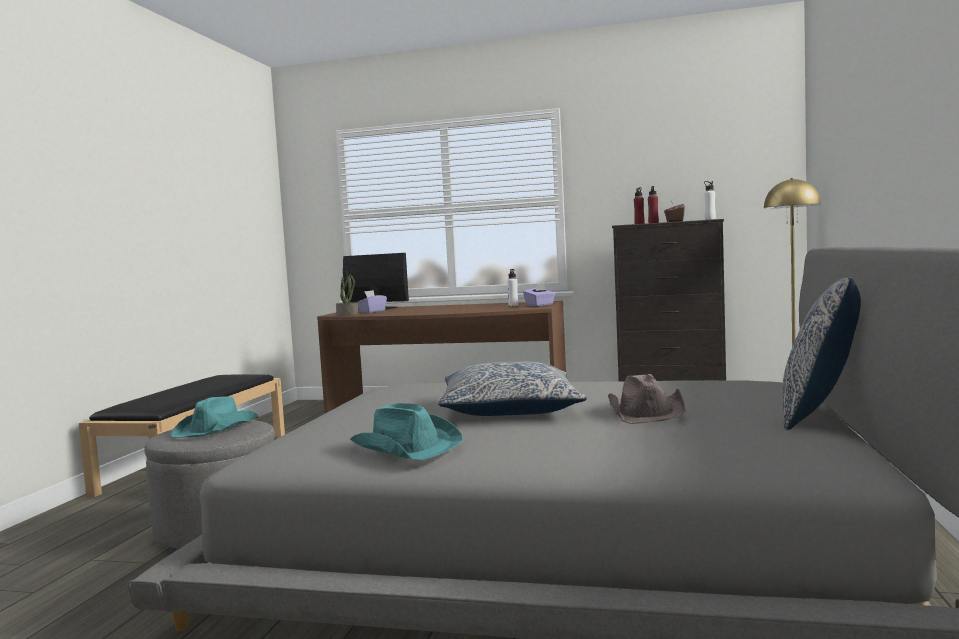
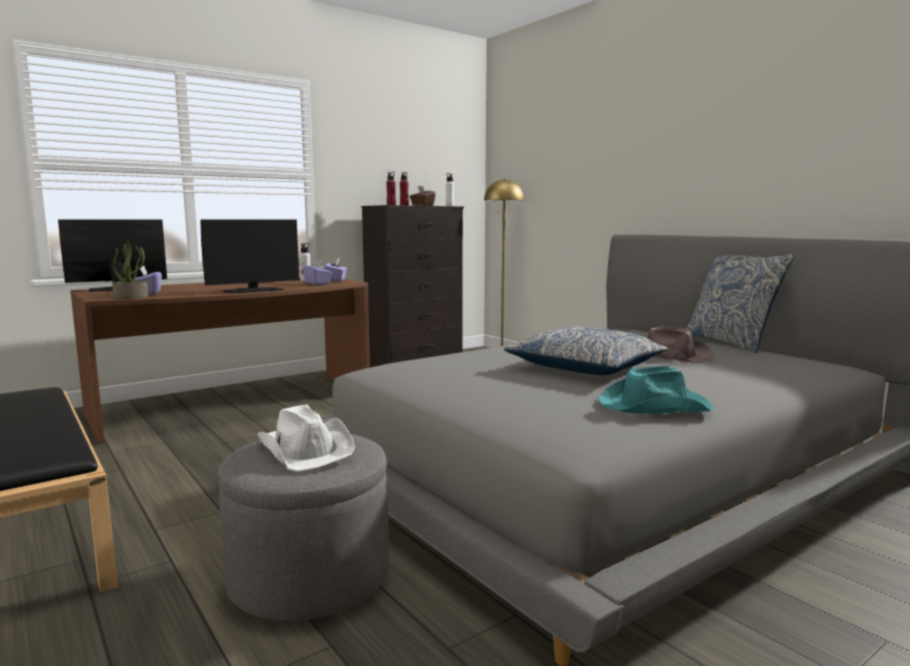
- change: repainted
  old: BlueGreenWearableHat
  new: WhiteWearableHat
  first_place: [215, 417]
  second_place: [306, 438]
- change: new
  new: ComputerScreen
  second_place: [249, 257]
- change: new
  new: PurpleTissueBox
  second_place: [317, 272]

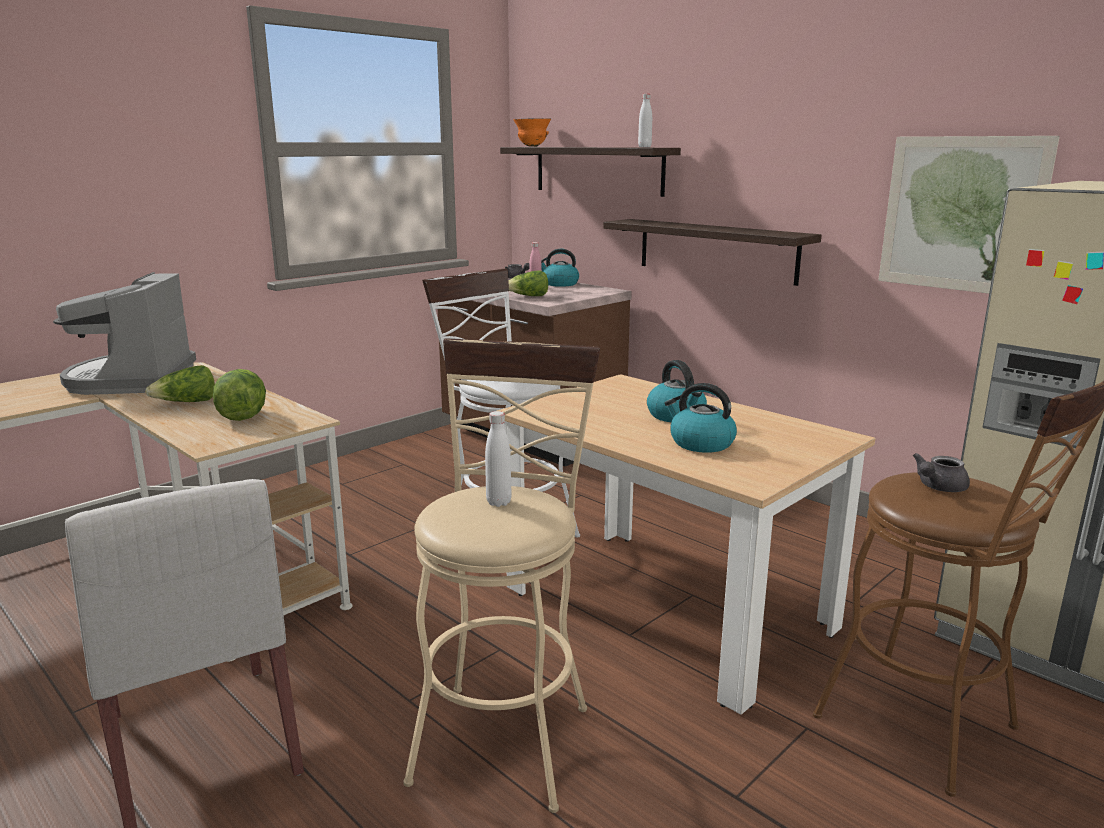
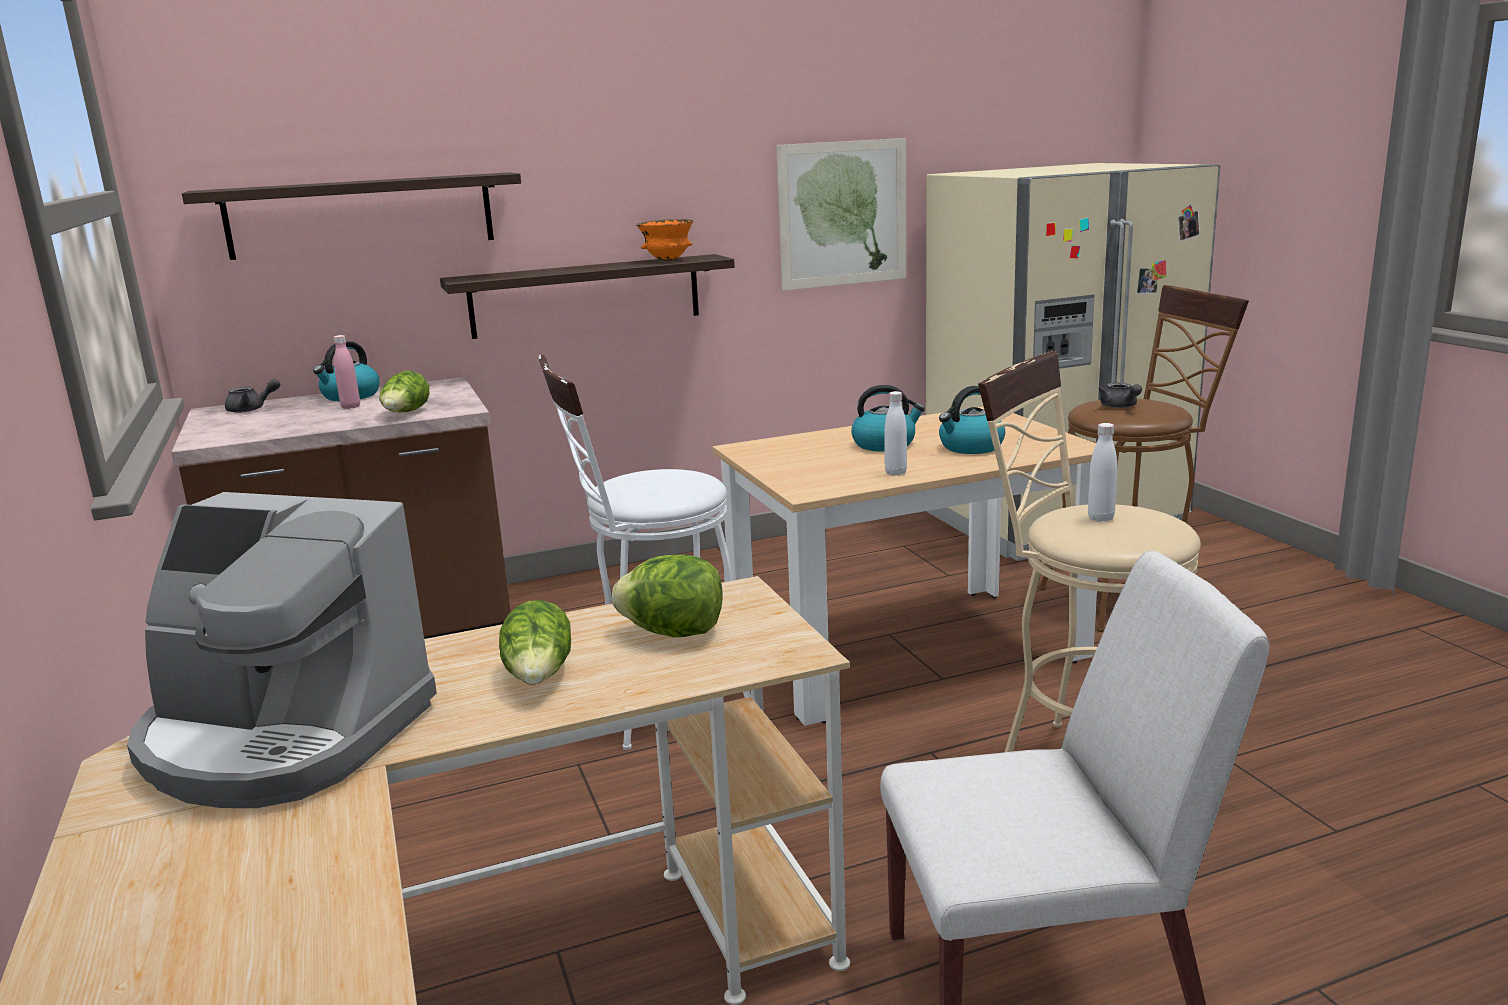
- change: shifted
  old: WhiteBottle
  first_place: [645, 120]
  second_place: [896, 433]
- change: shifted
  old: OrangeColouredBowl
  first_place: [532, 132]
  second_place: [664, 240]

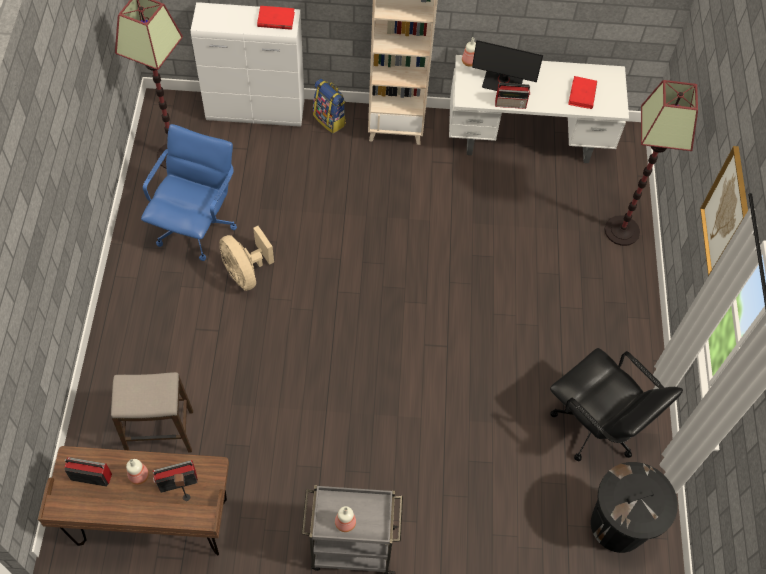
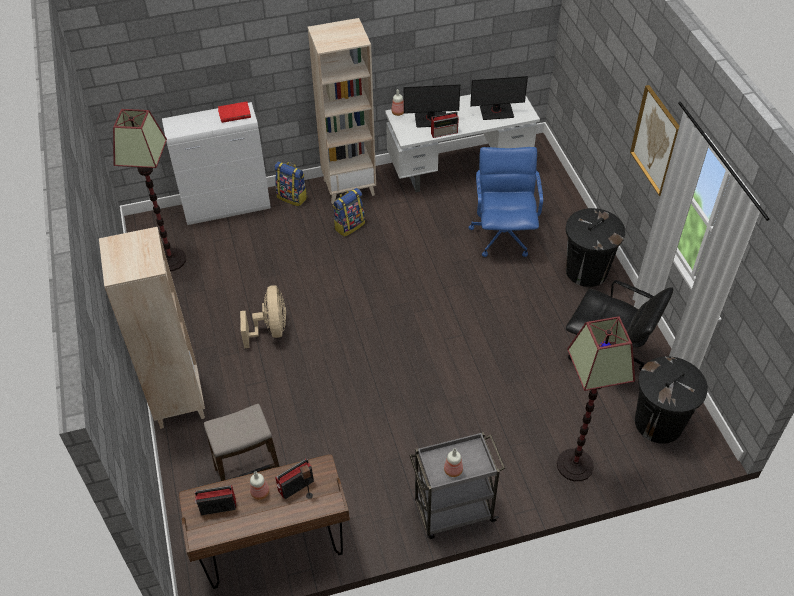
- change: swapped
  old: ReddishBoundBook
  new: ComputerScreen
  first_place: [582, 92]
  second_place: [499, 98]
- change: shifted
  old: FloorLamp
  first_place: [651, 163]
  second_place: [596, 398]
- change: shifted
  old: BlueComputerChair
  first_place: [189, 192]
  second_place: [505, 202]
- change: rotated
  old: BeigeColouredCoolingFan
  first_place: [246, 258]
  second_place: [263, 316]
  degrees: -135
- change: new
  new: Knapsack
  second_place: [349, 212]
- change: new
  new: BlackishWasteBin
  second_place: [595, 247]
- change: new
  new: BeigeColouredBookcase
  second_place: [152, 328]

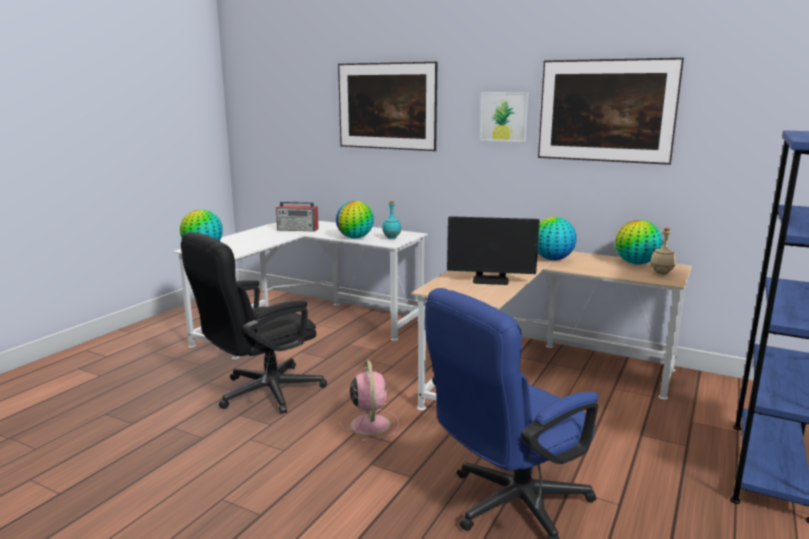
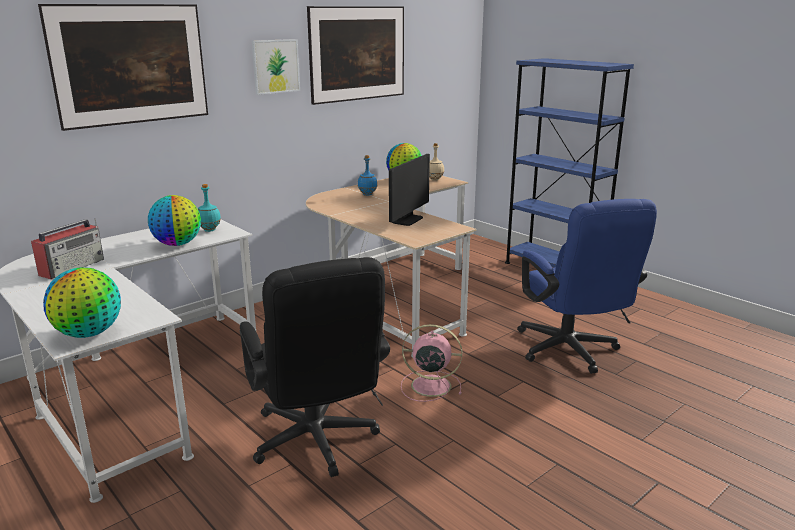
- change: swapped
  old: DeskGlobe
  new: BlueBottle
  first_place: [557, 238]
  second_place: [367, 175]

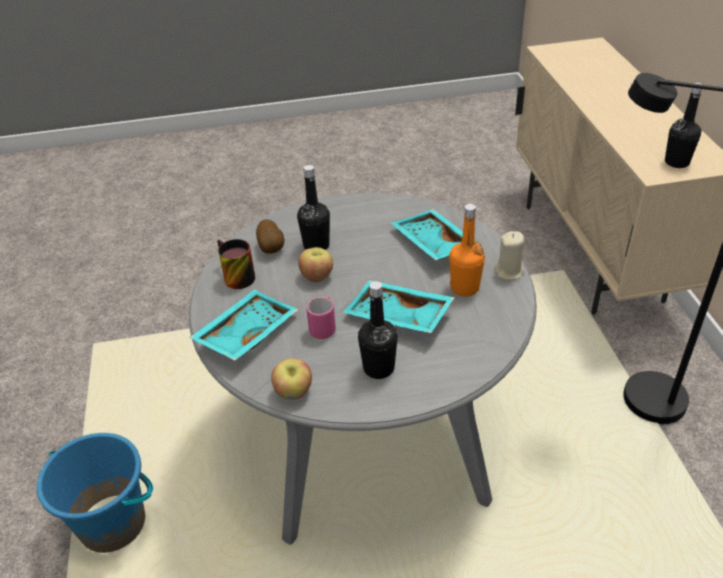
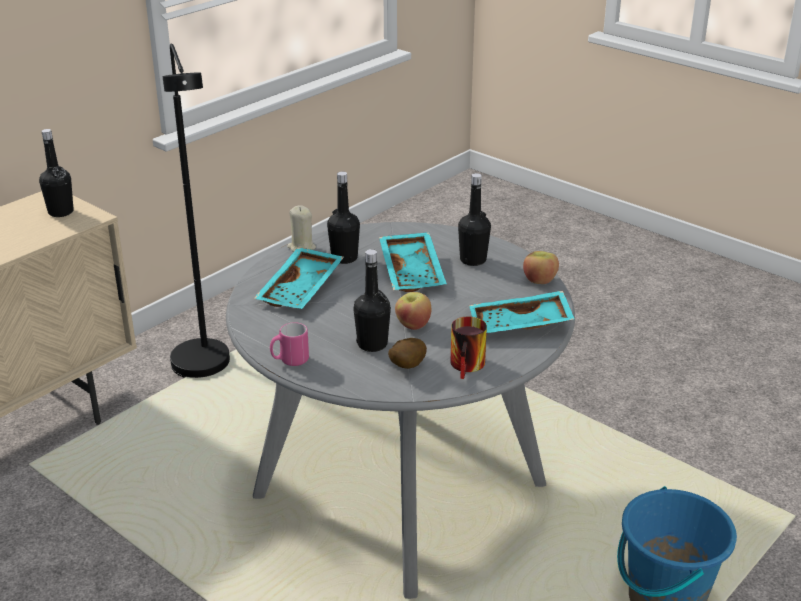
- change: repainted
  old: OrangeColouredBottle
  new: BlackishBottle
  first_place: [467, 250]
  second_place: [343, 217]
- change: shifted
  old: PinkColouredCoffeeMug
  first_place: [321, 317]
  second_place: [289, 344]

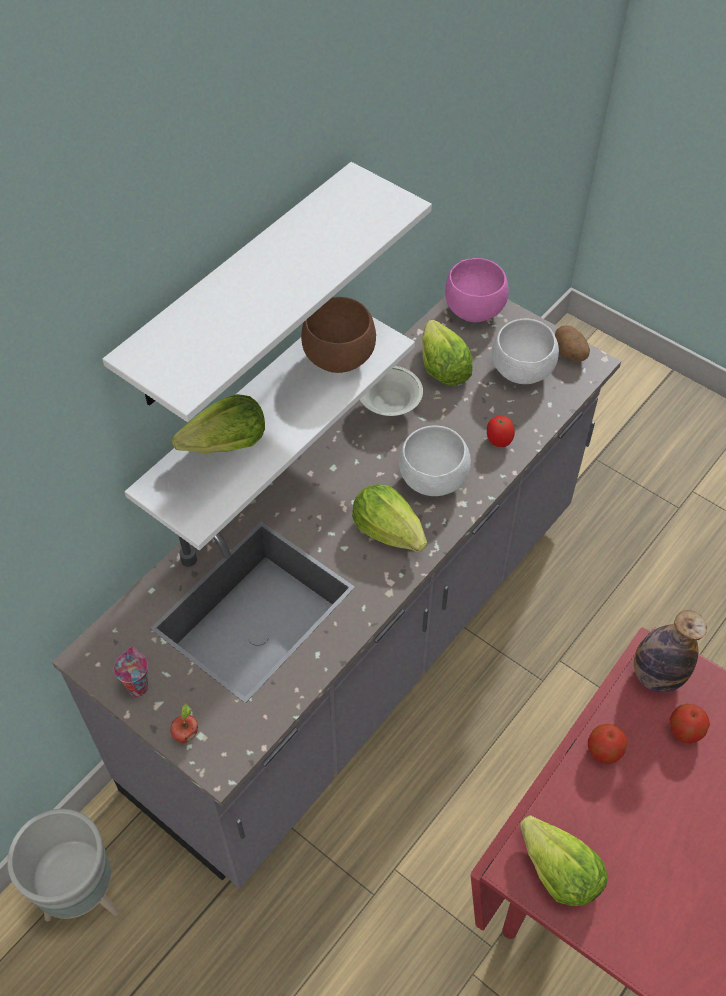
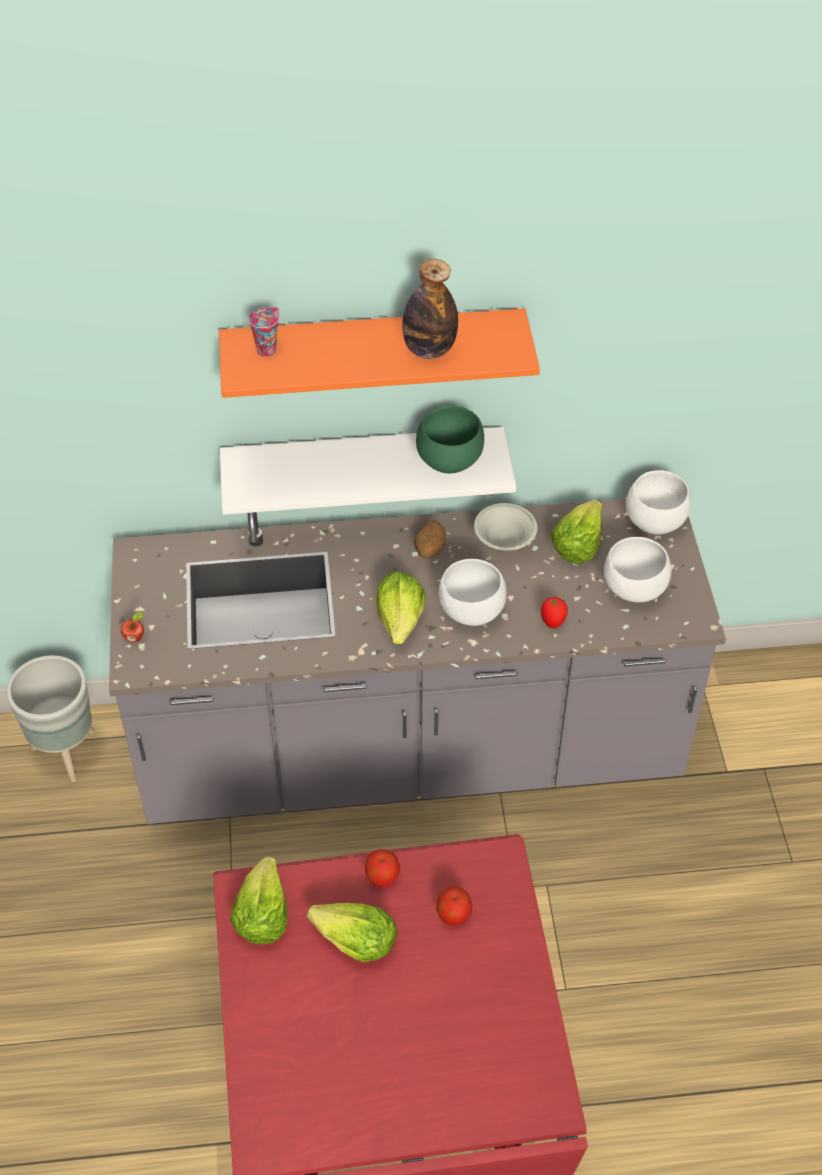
- change: repainted
  old: WhiteShelf
  new: OrangeColouredShelf
  first_place: [267, 292]
  second_place: [379, 353]
- change: repainted
  old: PinkColouredBowl
  new: WhiteBowl
  first_place: [477, 290]
  second_place: [658, 502]
- change: repainted
  old: BrownColouredBowl
  new: GreenishBowl
  first_place: [338, 335]
  second_place: [450, 439]
- change: shifted
  old: Spud
  first_place: [572, 343]
  second_place: [430, 539]
- change: shifted
  old: Lettuce
  first_place: [218, 423]
  second_place: [352, 932]
- change: shifted
  old: Bottle
  first_place: [670, 651]
  second_place: [430, 309]
- change: shifted
  old: DrinkingCup
  first_place: [131, 672]
  second_place: [263, 332]

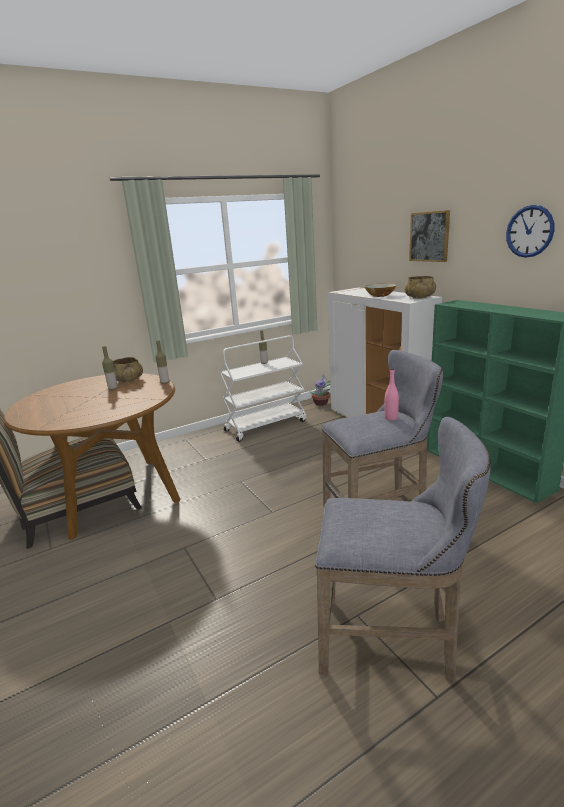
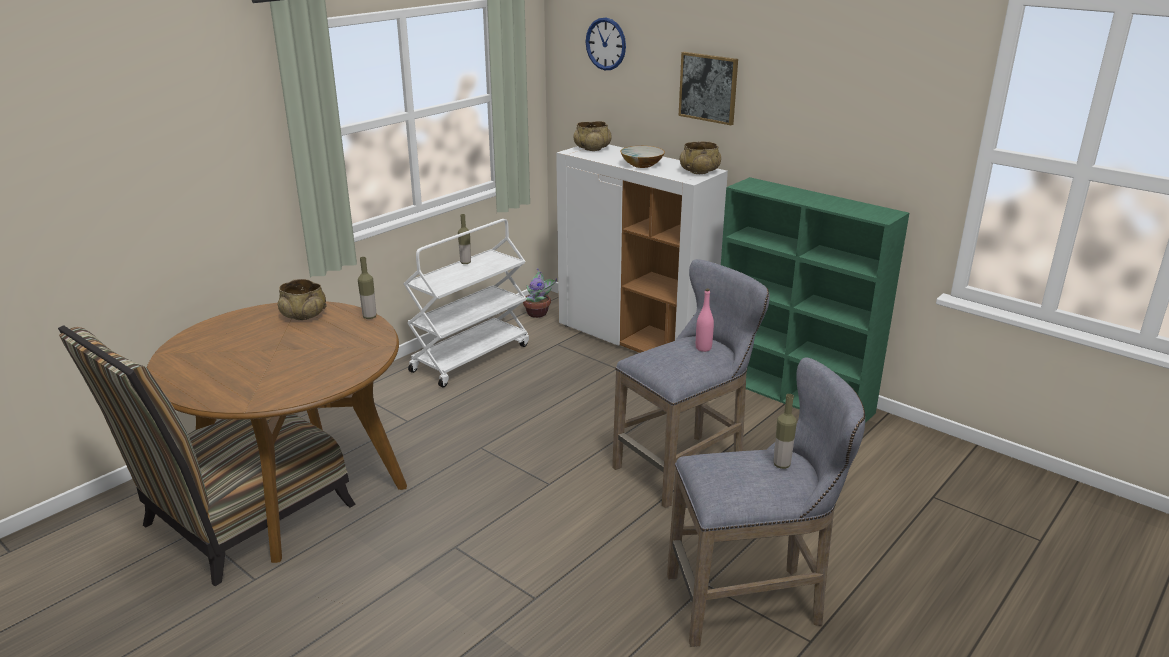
- change: shifted
  old: HangingClock
  first_place: [530, 231]
  second_place: [606, 44]
- change: shifted
  old: Bottle
  first_place: [110, 368]
  second_place: [785, 431]
- change: new
  new: BeigeColouredBowl
  second_place: [592, 136]

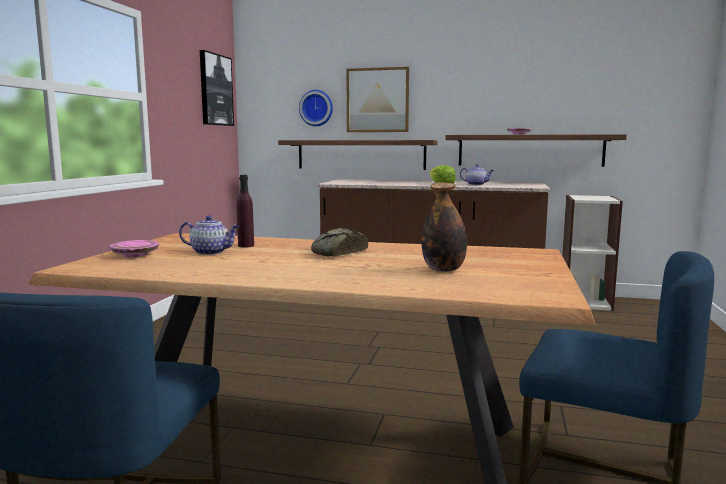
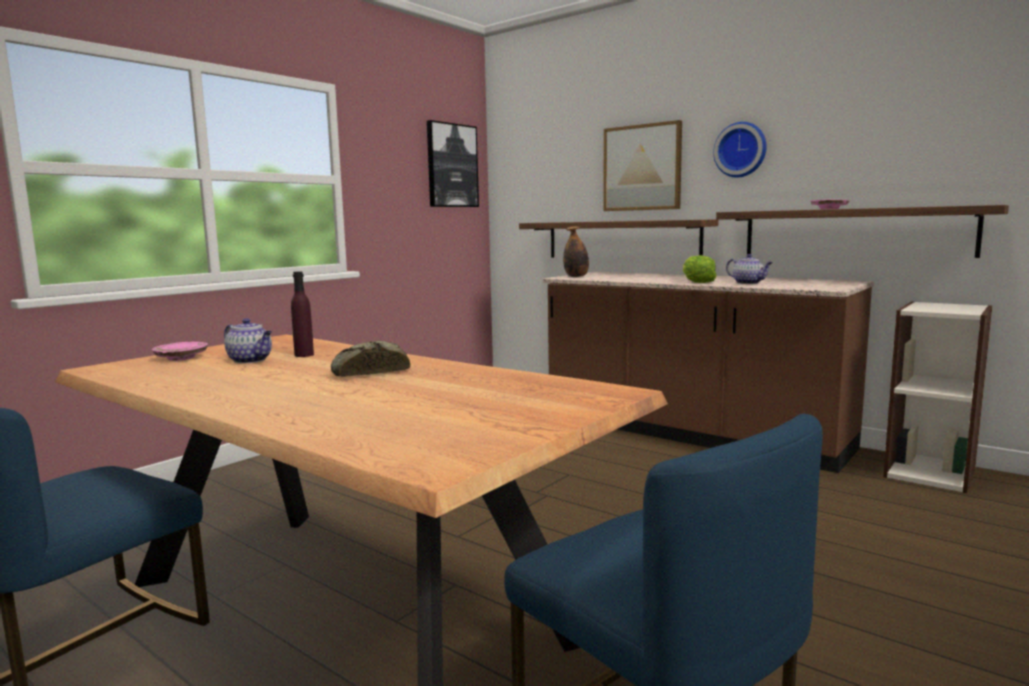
- change: shifted
  old: HangingClock
  first_place: [316, 108]
  second_place: [740, 150]
- change: shifted
  old: Bottle
  first_place: [444, 227]
  second_place: [576, 251]

